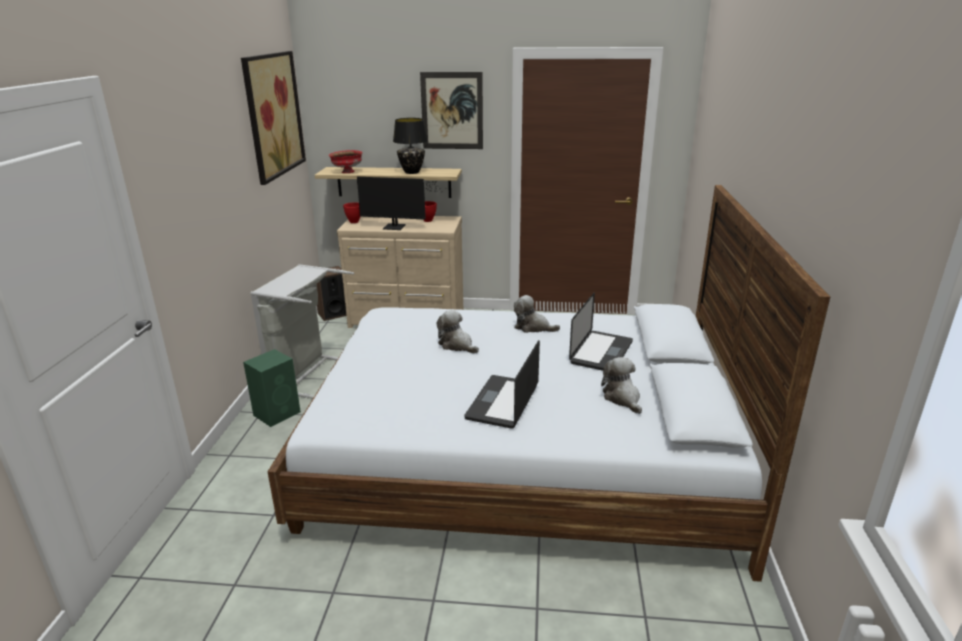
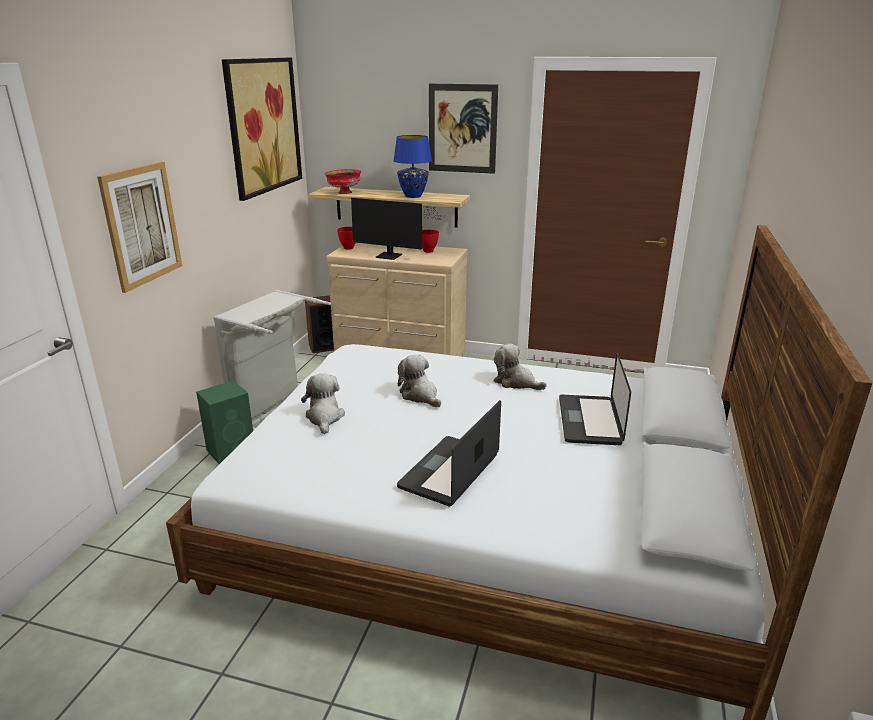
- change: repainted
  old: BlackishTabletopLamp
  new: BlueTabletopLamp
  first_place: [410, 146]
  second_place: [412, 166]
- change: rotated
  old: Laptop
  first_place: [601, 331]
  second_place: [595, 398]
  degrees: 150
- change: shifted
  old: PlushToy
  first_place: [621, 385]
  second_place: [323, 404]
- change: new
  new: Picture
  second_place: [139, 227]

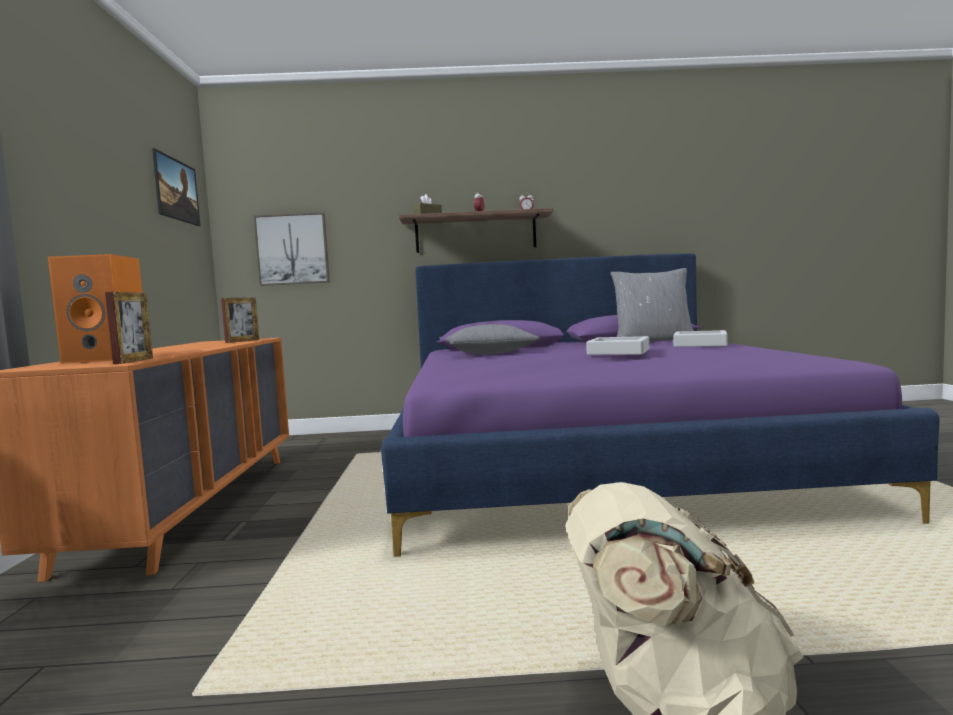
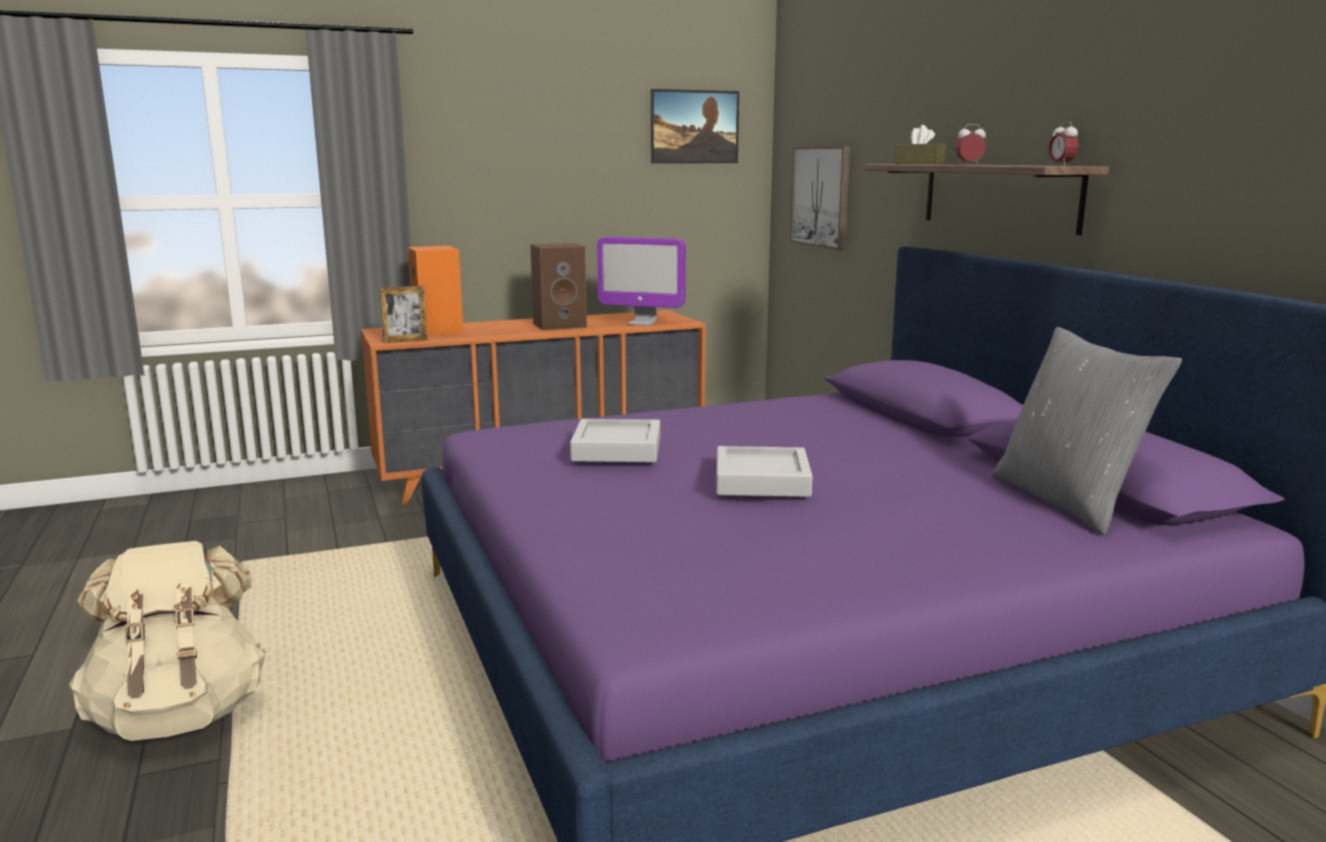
- change: swapped
  old: PhotoFrame
  new: ComputerScreen
  first_place: [240, 320]
  second_place: [641, 281]
- change: gone
  old: GreyPillow
  first_place: [492, 339]
- change: shifted
  old: GreyTray
  first_place: [700, 338]
  second_place: [615, 440]
- change: new
  new: BrownColouredAudioSpeaker
  second_place: [558, 286]

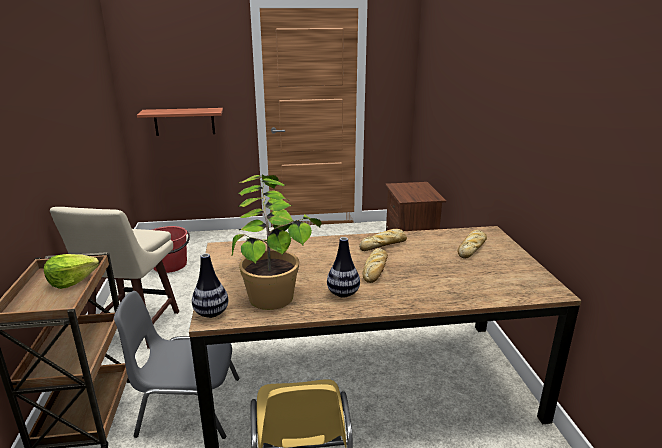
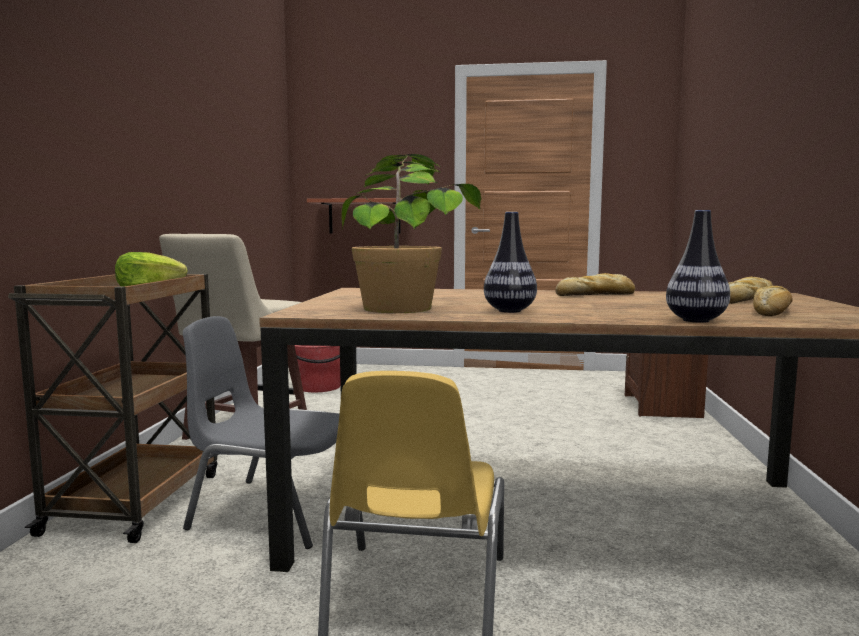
- change: shifted
  old: BakedBread
  first_place: [375, 265]
  second_place: [773, 301]
- change: shifted
  old: Vase
  first_place: [210, 285]
  second_place: [698, 266]

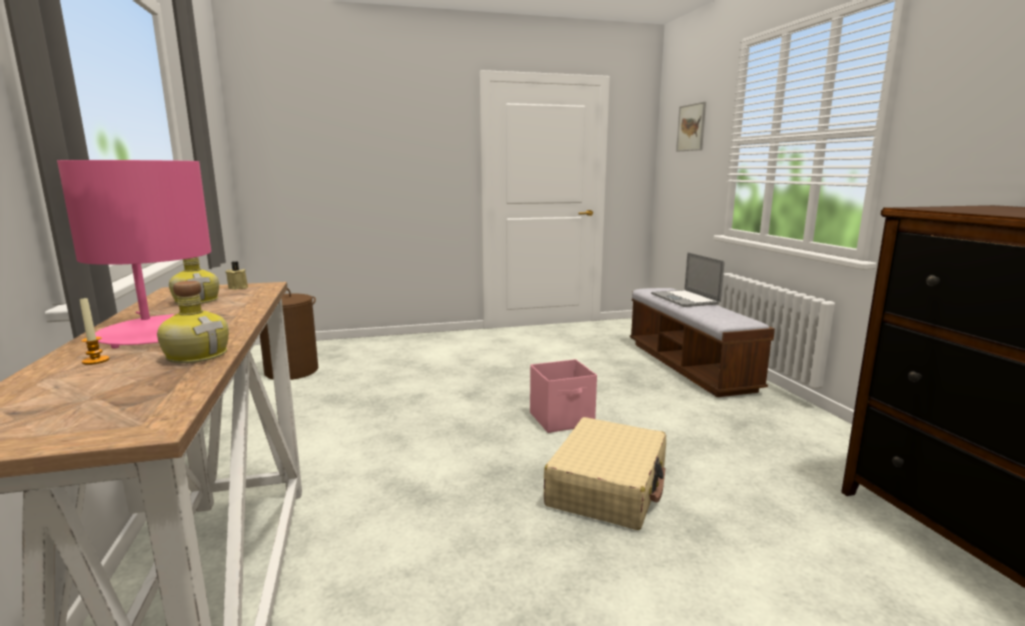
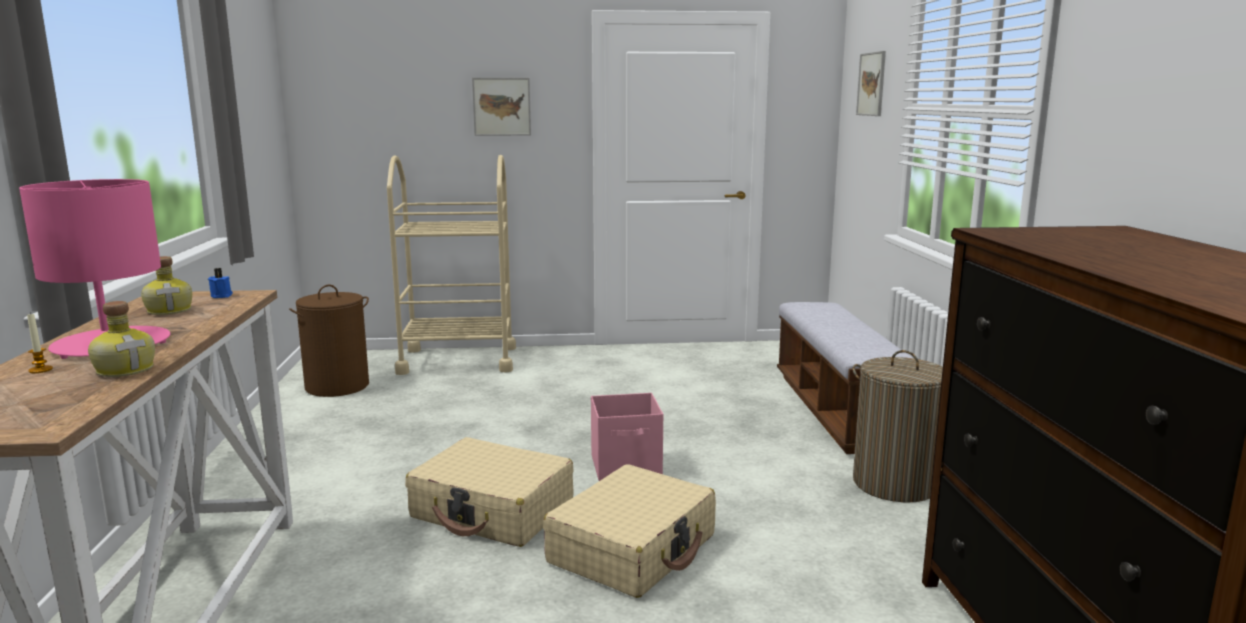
- change: gone
  old: Laptop
  first_place: [687, 279]
- change: repainted
  old: BeigeColouredCandle
  new: BlueCandle
  first_place: [236, 276]
  second_place: [220, 283]
- change: new
  new: Picture
  second_place: [501, 106]
- change: new
  new: BeigeColouredTrolley
  second_place: [451, 265]
- change: new
  new: LaundryBasket
  second_place: [897, 426]
- change: new
  new: BeigeColouredSuitcase
  second_place: [489, 492]

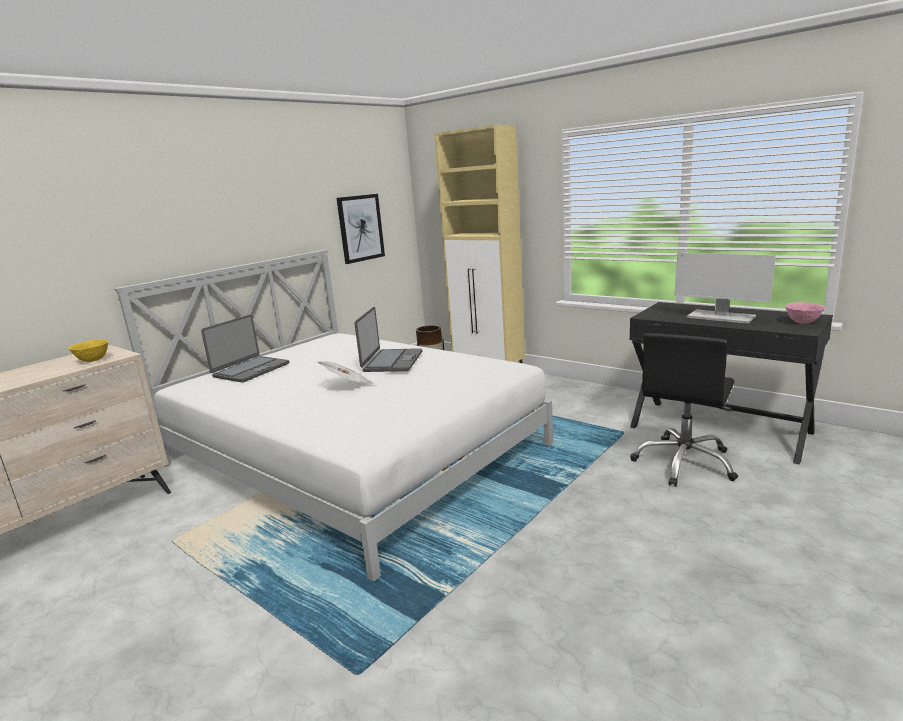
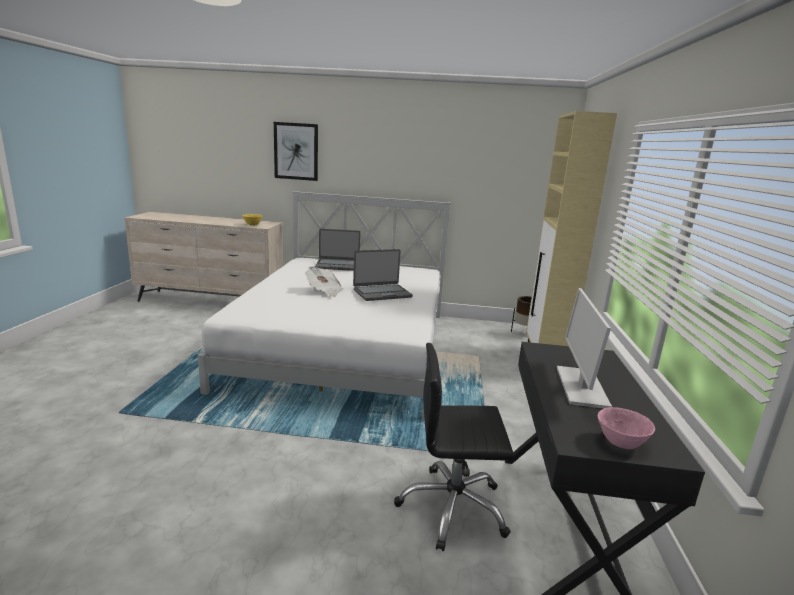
- change: shifted
  old: Picture
  first_place: [361, 229]
  second_place: [296, 151]

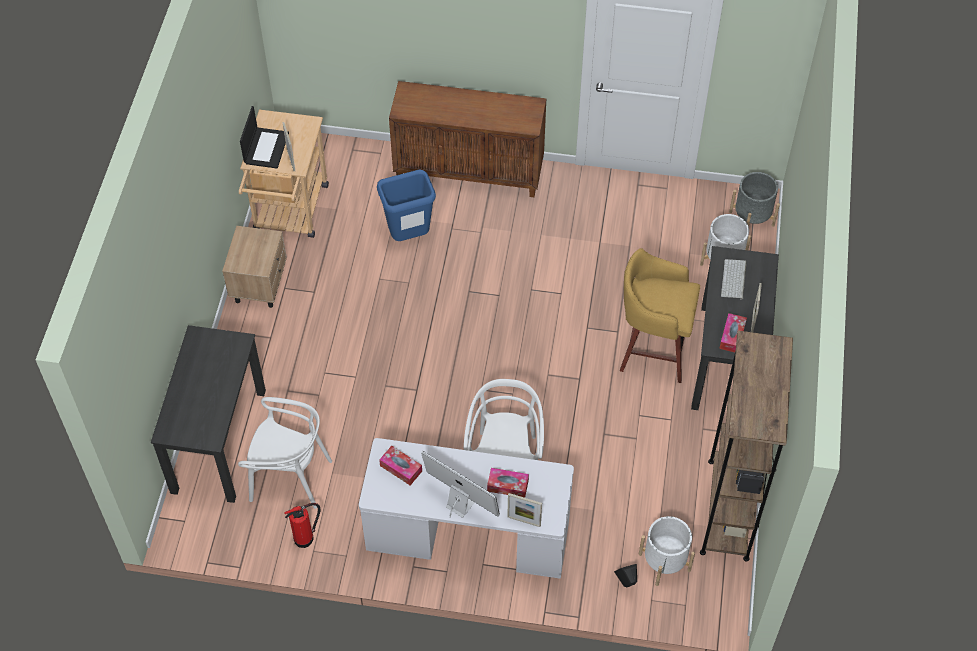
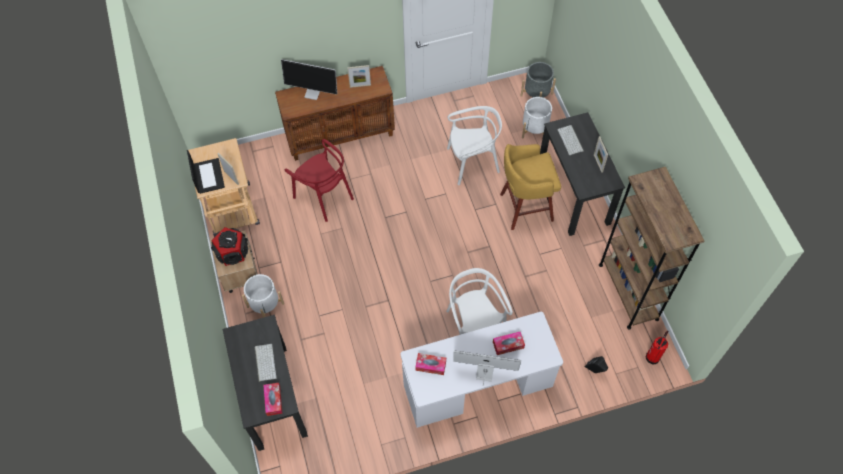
- change: swapped
  old: BlueWasteBin
  new: ReddishChair
  first_place: [406, 205]
  second_place: [319, 180]
- change: shifted
  old: TissueBox
  first_place: [733, 332]
  second_place: [273, 399]
- change: shifted
  old: WhiteChair
  first_place: [285, 453]
  second_place: [474, 145]
- change: shifted
  old: PhotoFrame
  first_place: [524, 510]
  second_place: [359, 76]
- change: shifted
  old: FireExtinguisher
  first_place: [302, 525]
  second_place: [657, 347]
- change: shifted
  old: WhitePlanter
  first_place: [667, 551]
  second_place: [263, 296]
- change: new
  new: ComputerScreen
  second_place: [309, 79]
- change: new
  new: AudioSpeaker
  second_place: [229, 246]
- change: new
  new: Keyboard
  second_place: [266, 363]

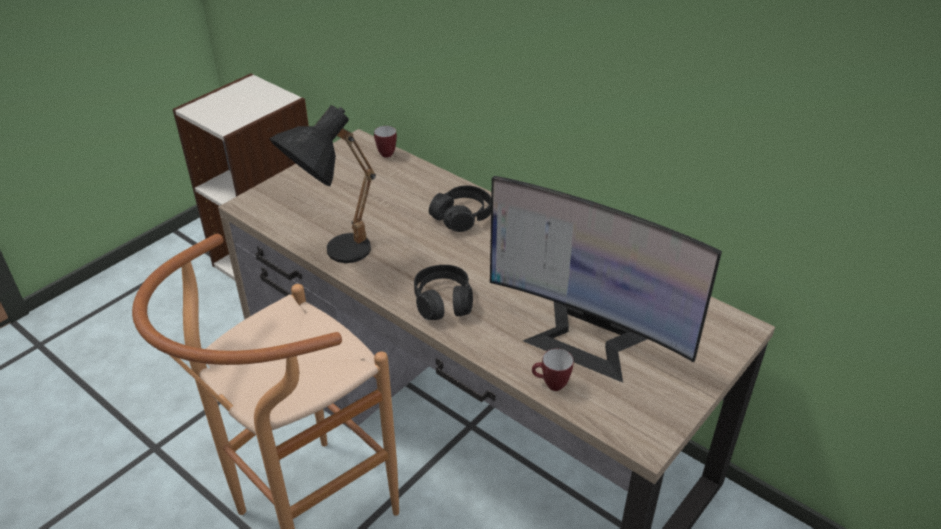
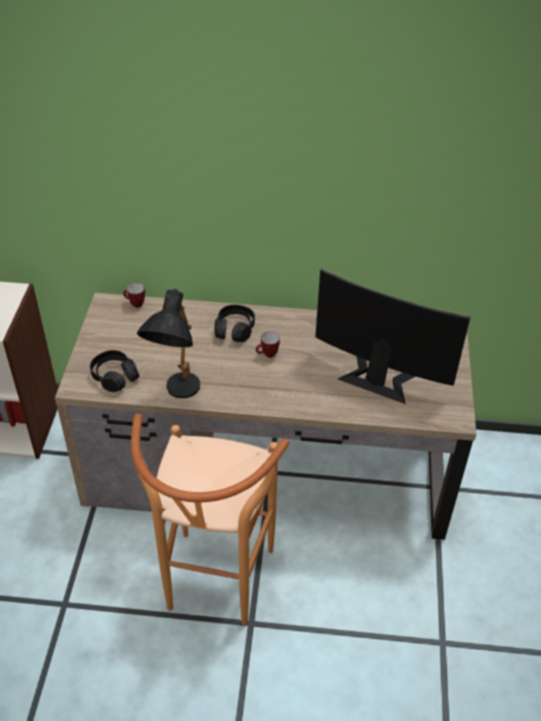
- change: rotated
  old: ComputerScreen
  first_place: [606, 279]
  second_place: [392, 336]
  degrees: -150
- change: shifted
  old: BlackishHeadphones
  first_place: [443, 292]
  second_place: [115, 371]
- change: shifted
  old: CoffeeMug
  first_place: [552, 370]
  second_place: [268, 344]

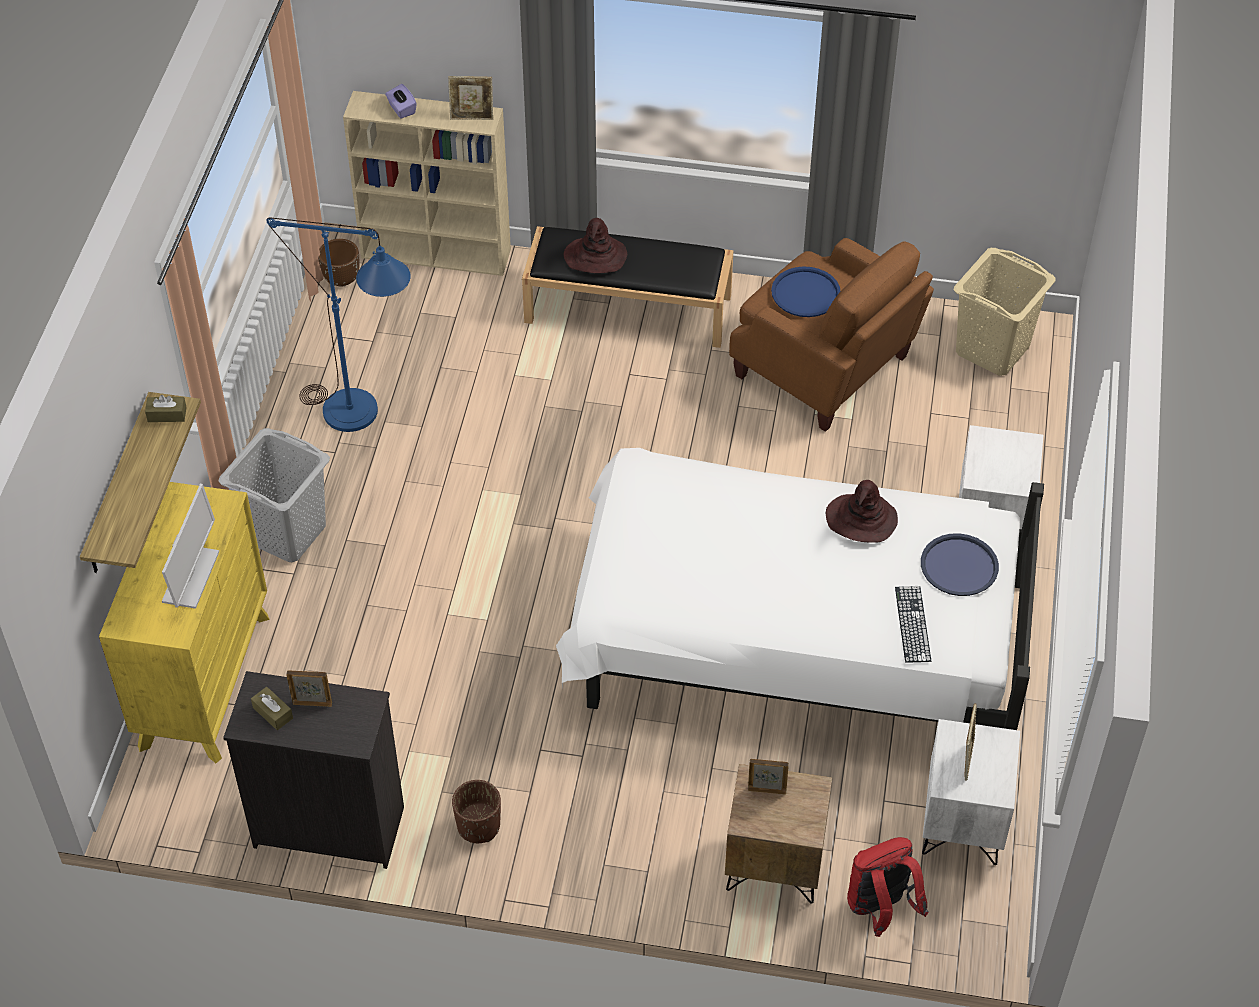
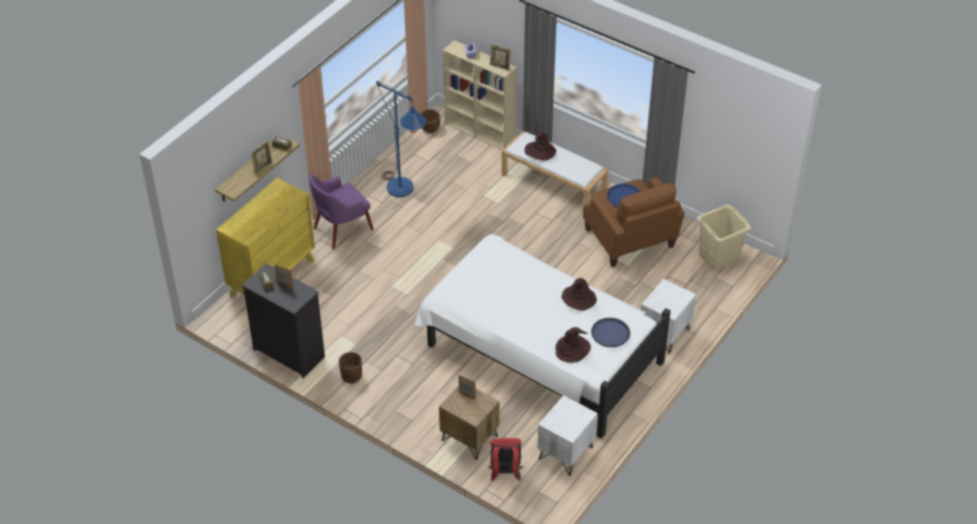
- change: repainted
  old: BlackishIndoorBench
  new: WhiteIndoorBench
  first_place: [627, 287]
  second_place: [555, 169]
- change: swapped
  old: GreyLaundryBasket
  new: PurpleEasyChair
  first_place: [274, 495]
  second_place: [341, 211]
- change: gone
  old: ComputerScreen
  first_place: [190, 546]
- change: swapped
  old: Keyboard
  new: BrownColouredWearableHat
  first_place: [913, 624]
  second_place: [573, 345]
- change: shifted
  old: PhotoFrame
  first_place: [971, 742]
  second_place: [261, 157]

